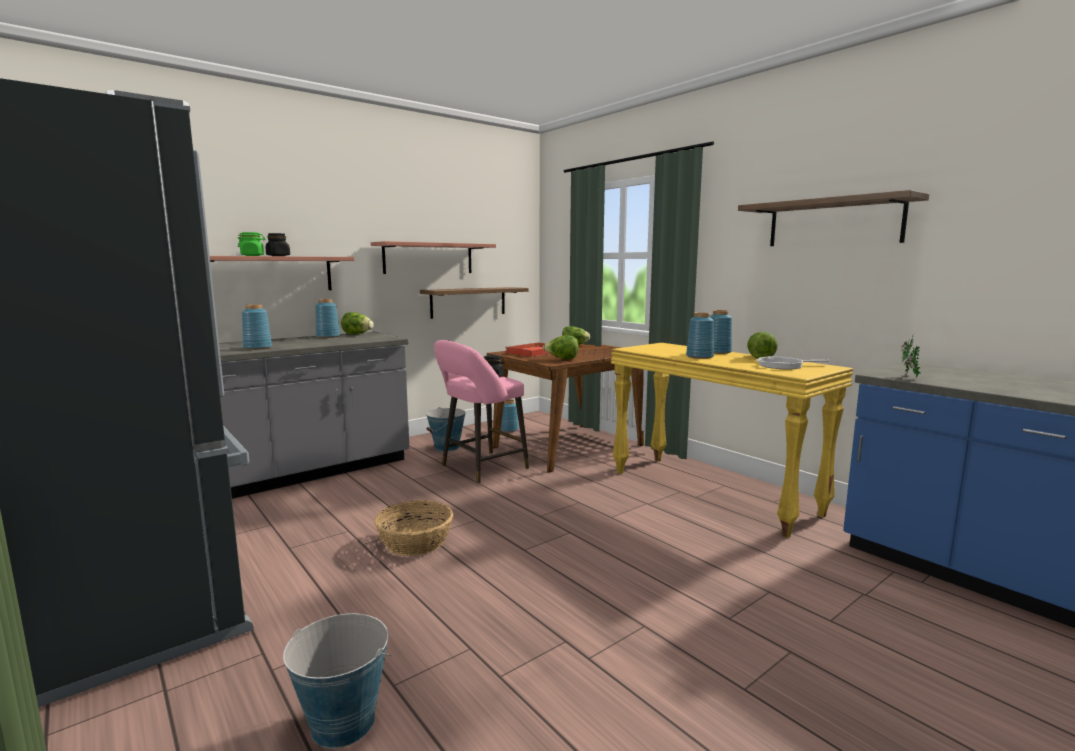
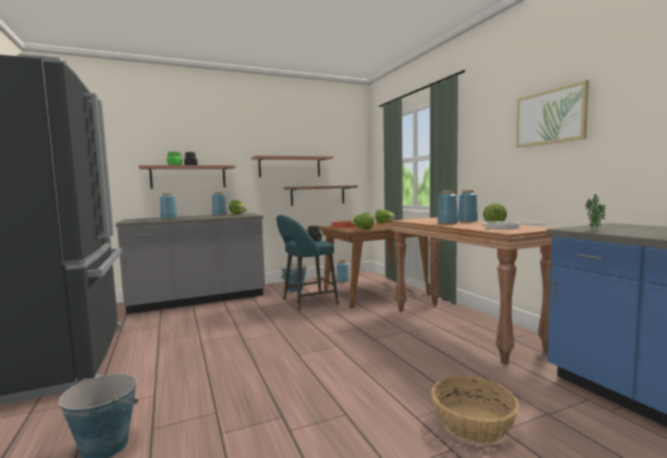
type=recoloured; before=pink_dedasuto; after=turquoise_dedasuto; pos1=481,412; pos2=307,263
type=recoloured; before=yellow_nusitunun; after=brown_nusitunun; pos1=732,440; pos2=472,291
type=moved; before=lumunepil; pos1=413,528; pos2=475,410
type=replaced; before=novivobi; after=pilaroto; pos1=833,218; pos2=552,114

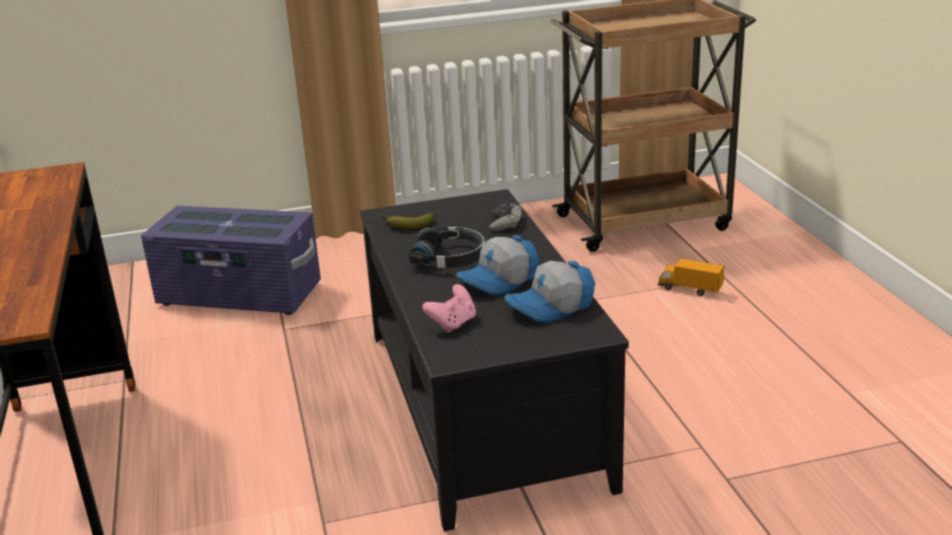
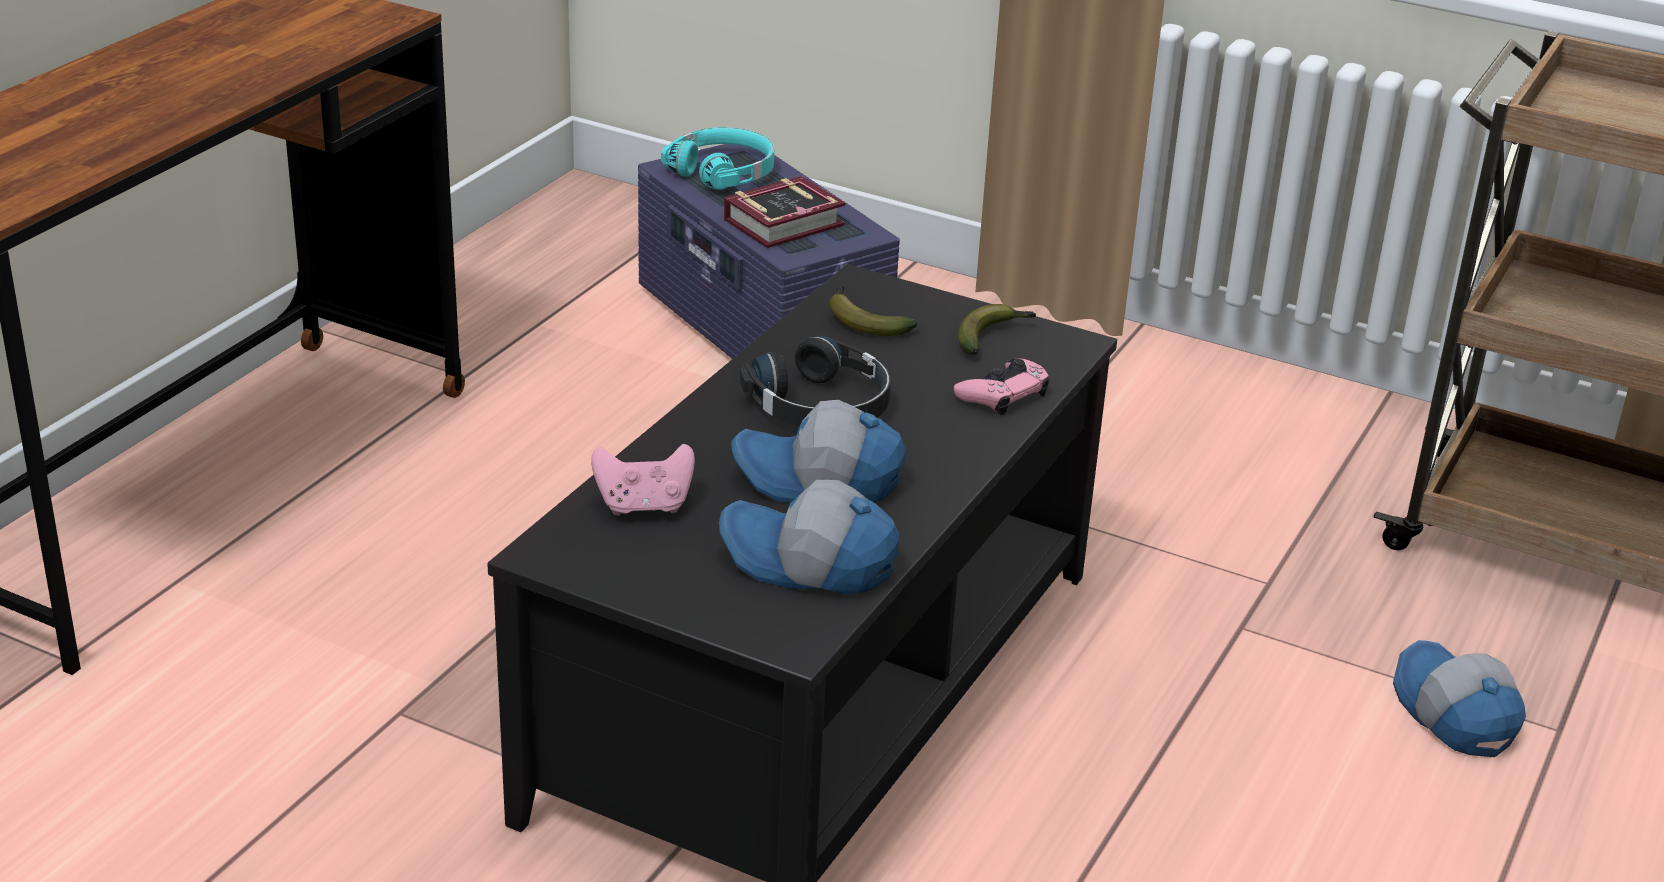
type=added; after=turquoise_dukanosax; pos2=717,158
type=added; after=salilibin; pos2=785,212
type=recoloured; before=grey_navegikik; after=pink_navegikik; pos1=505,217; pos2=1002,386
type=added; after=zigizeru; pos2=997,329
type=replaced; before=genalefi; after=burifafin; pos1=691,277; pos2=1459,698

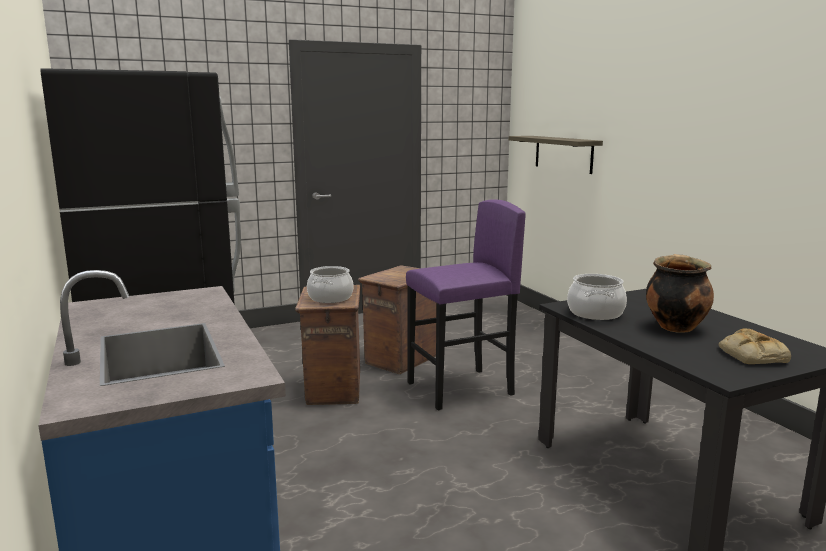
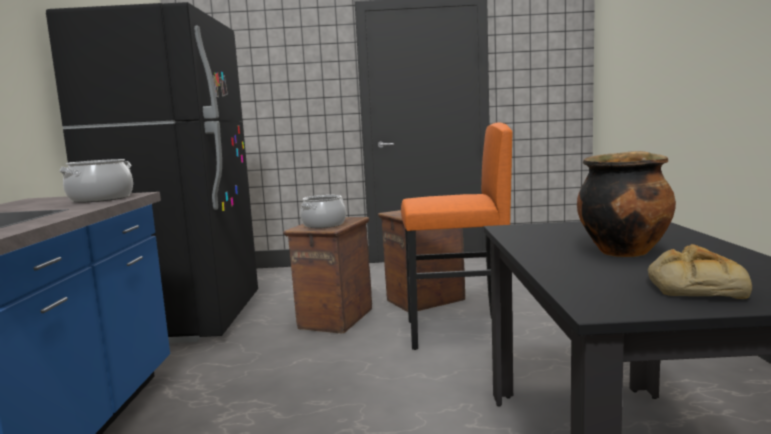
type=moved; before=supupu; pos1=597,297; pos2=96,180
type=recoloured; before=purple_dedasuto; after=orange_dedasuto; pos1=466,304; pos2=456,236
type=removed; before=novivobi; pos1=556,155

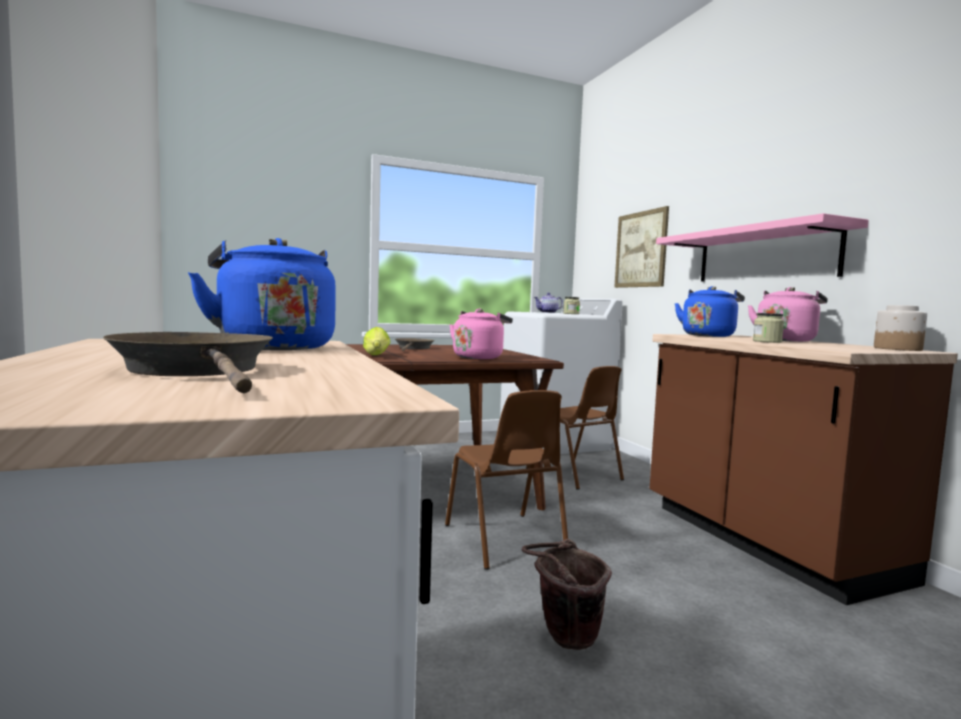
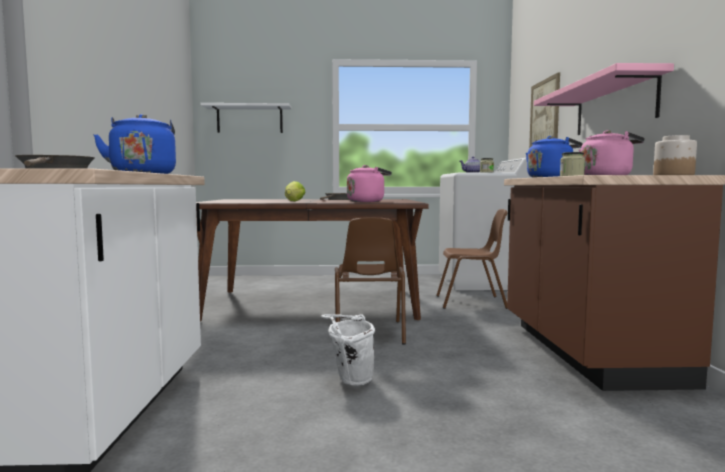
type=added; after=white_novivobi; pos2=246,118
type=recoloured; before=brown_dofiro; after=white_dofiro; pos1=566,594; pos2=348,349
type=turned; before=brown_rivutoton; pos1=575,428; pos2=472,259; turn=-75

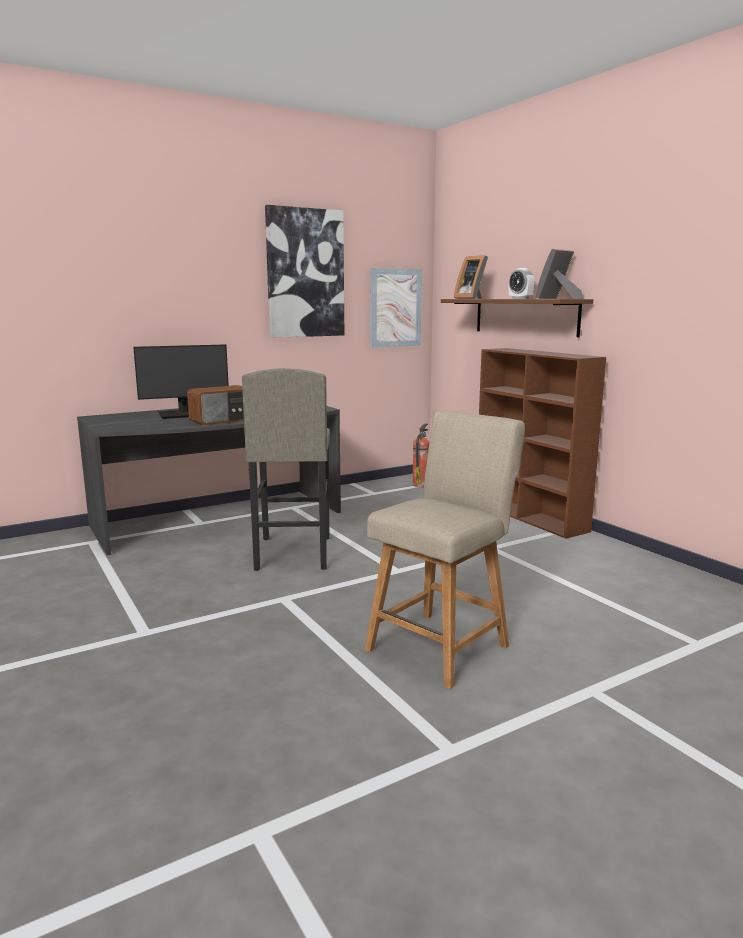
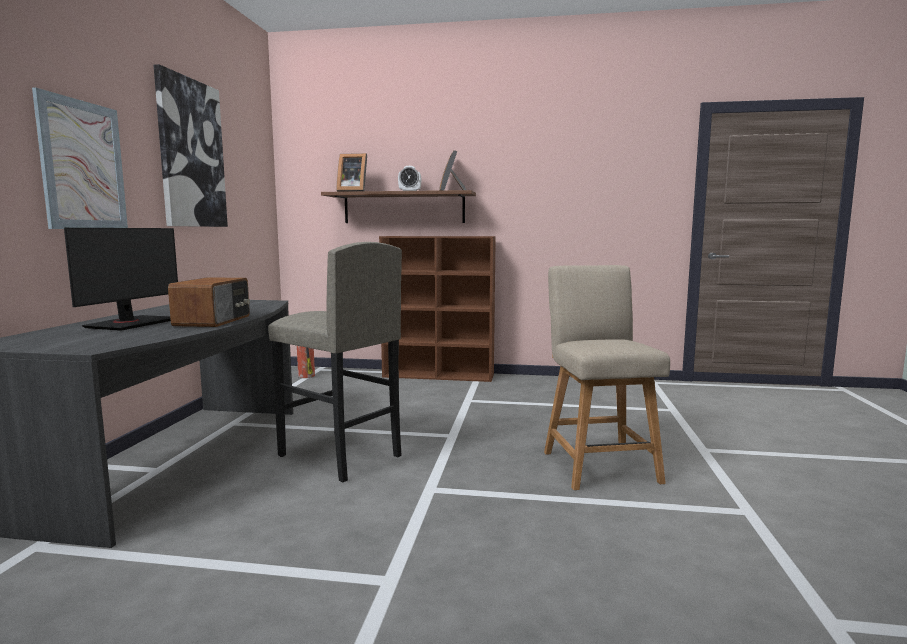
type=moved; before=pilaroto; pos1=396,308; pos2=80,158

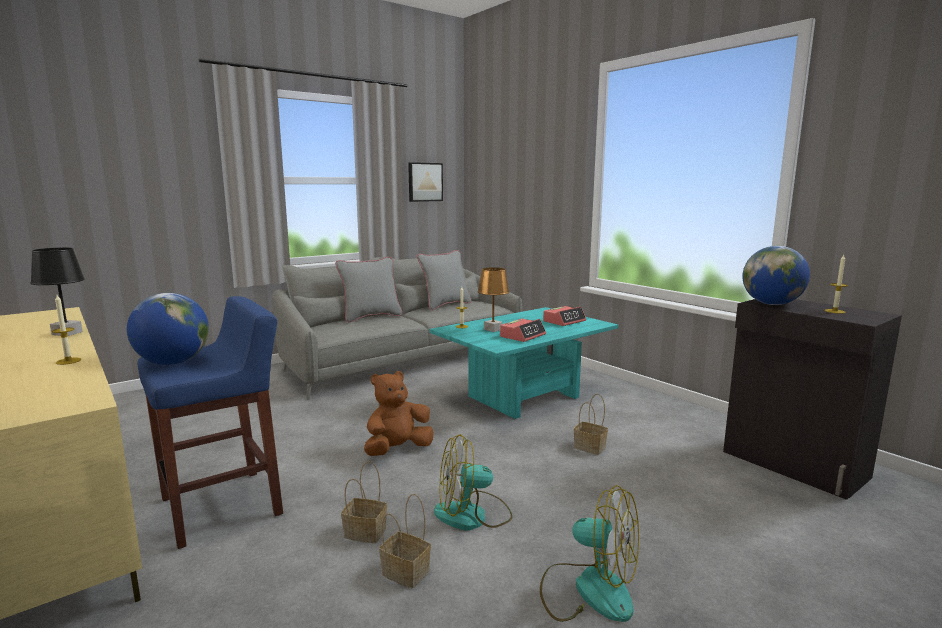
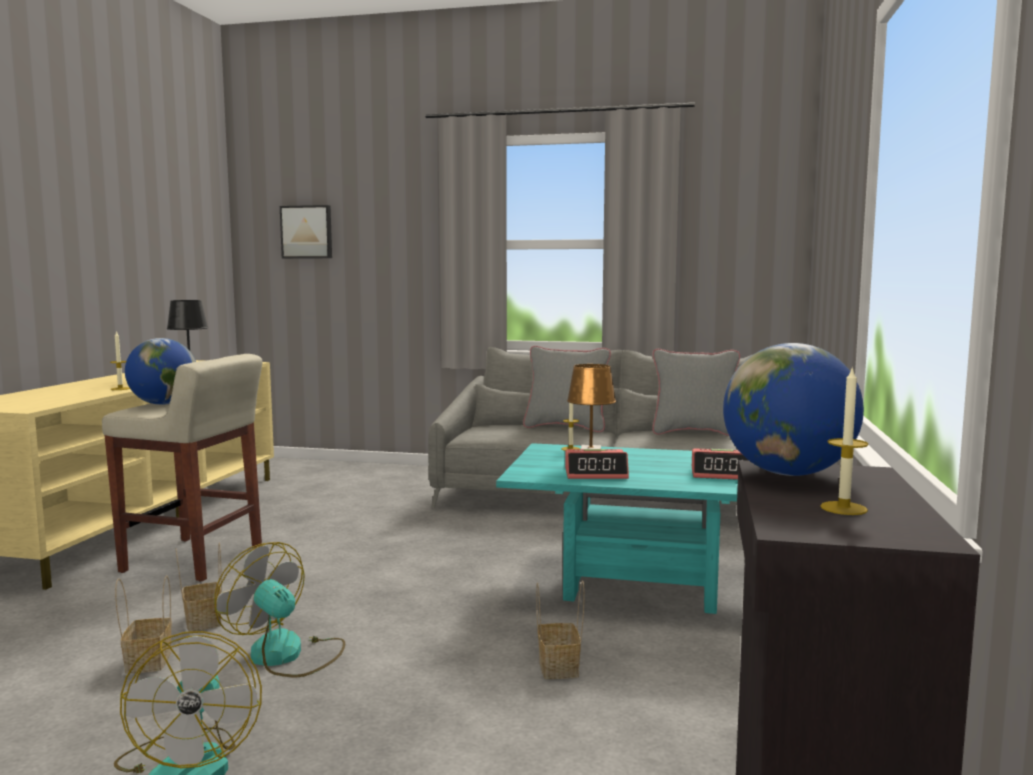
type=recoloured; before=blue_dedasuto; after=beige_dedasuto; pos1=210,422; pos2=182,467
type=moved; before=pilaroto; pos1=425,182; pos2=306,232
type=removed; before=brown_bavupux; pos1=398,413

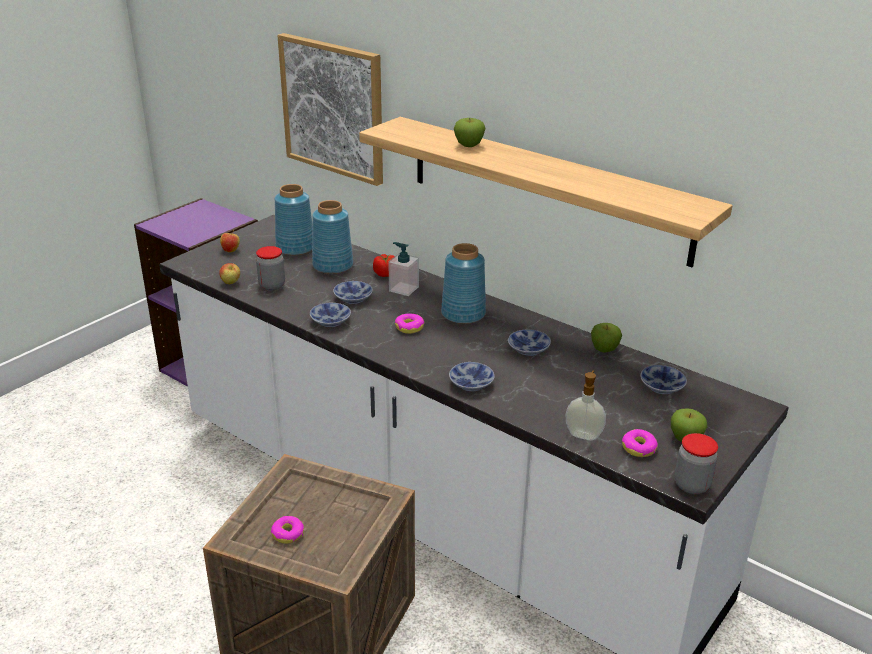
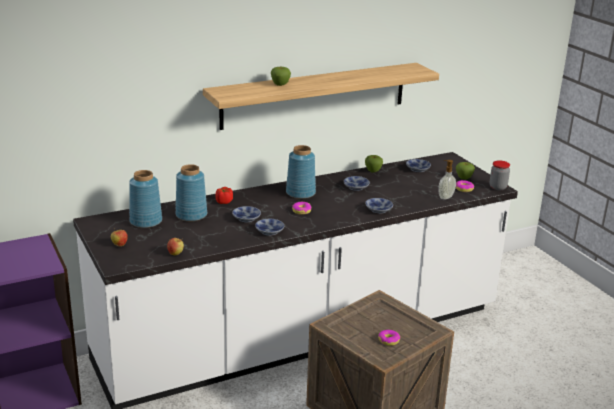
type=removed; before=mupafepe; pos1=270,268
type=removed; before=pilaroto; pos1=330,109
type=removed; before=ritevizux; pos1=403,269

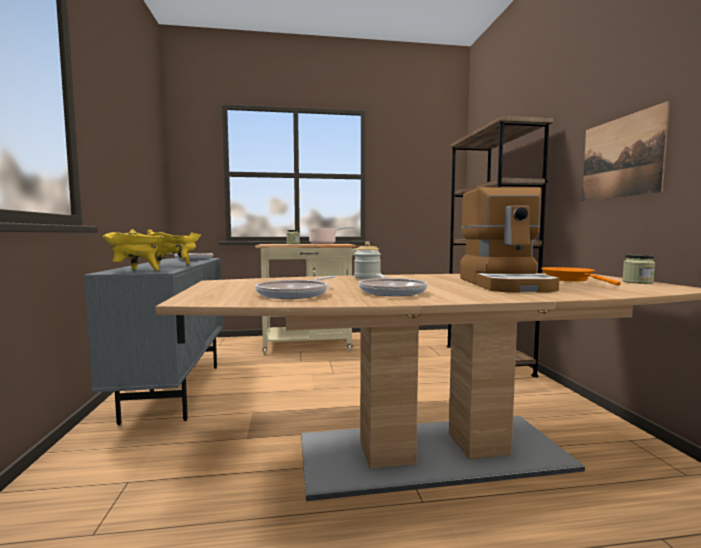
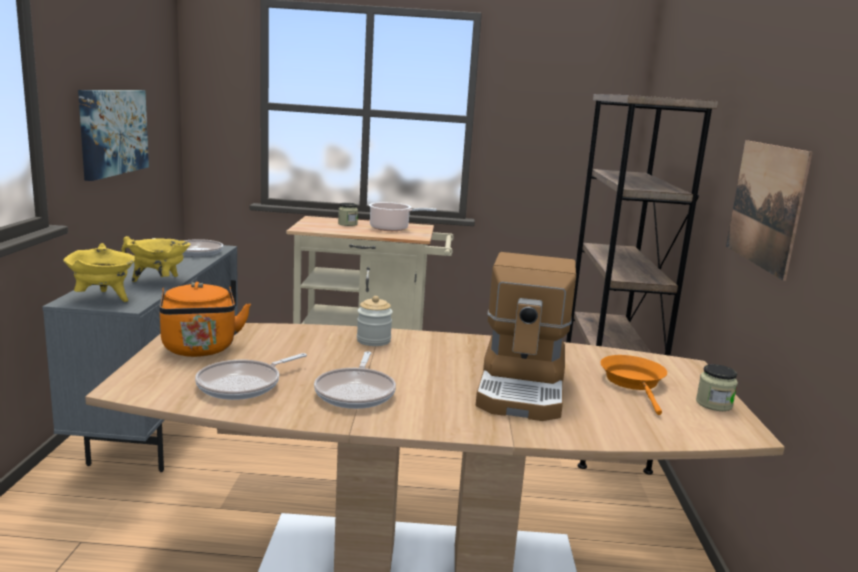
type=added; after=pilaroto; pos2=113,135
type=added; after=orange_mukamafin; pos2=205,319

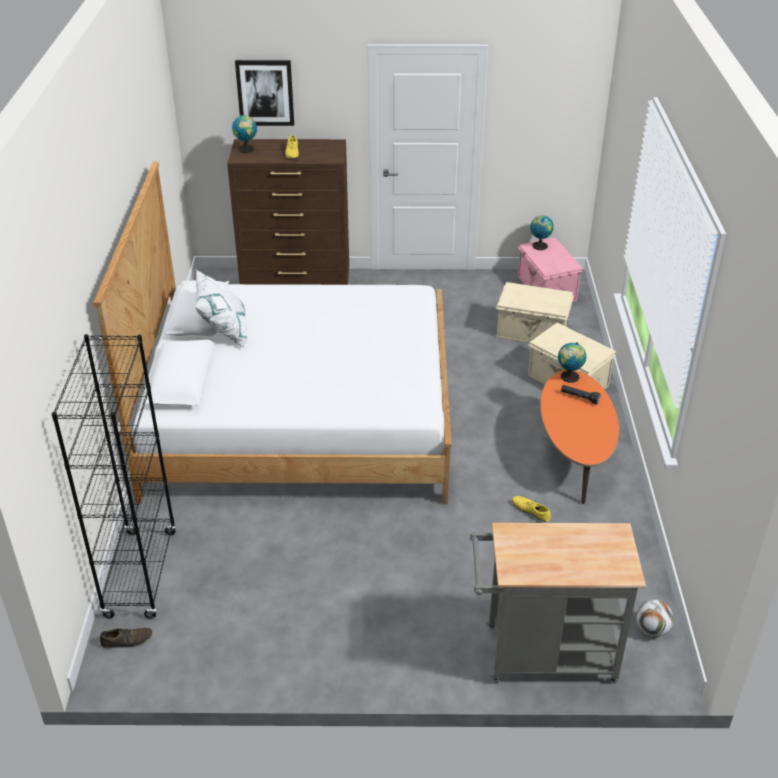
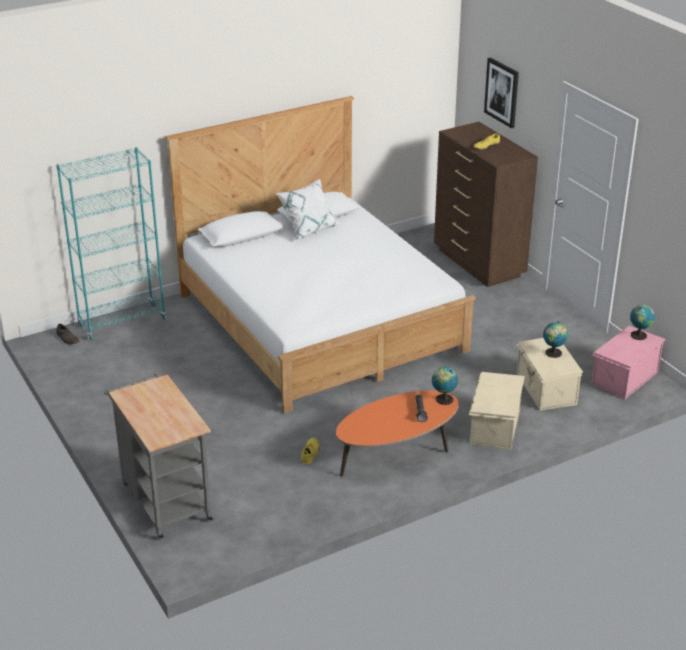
type=recoloured; before=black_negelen; after=turquoise_negelen; pos1=114,476; pos2=111,243
type=moved; before=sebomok; pos1=244,133; pos2=555,339
type=removed; before=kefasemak; pos1=654,618

